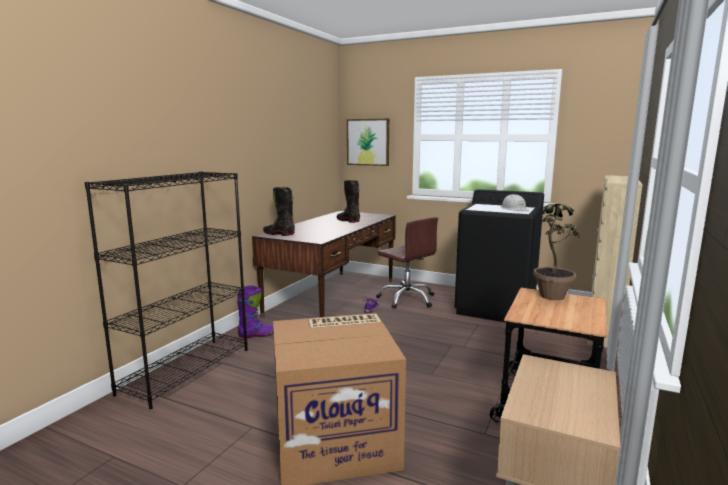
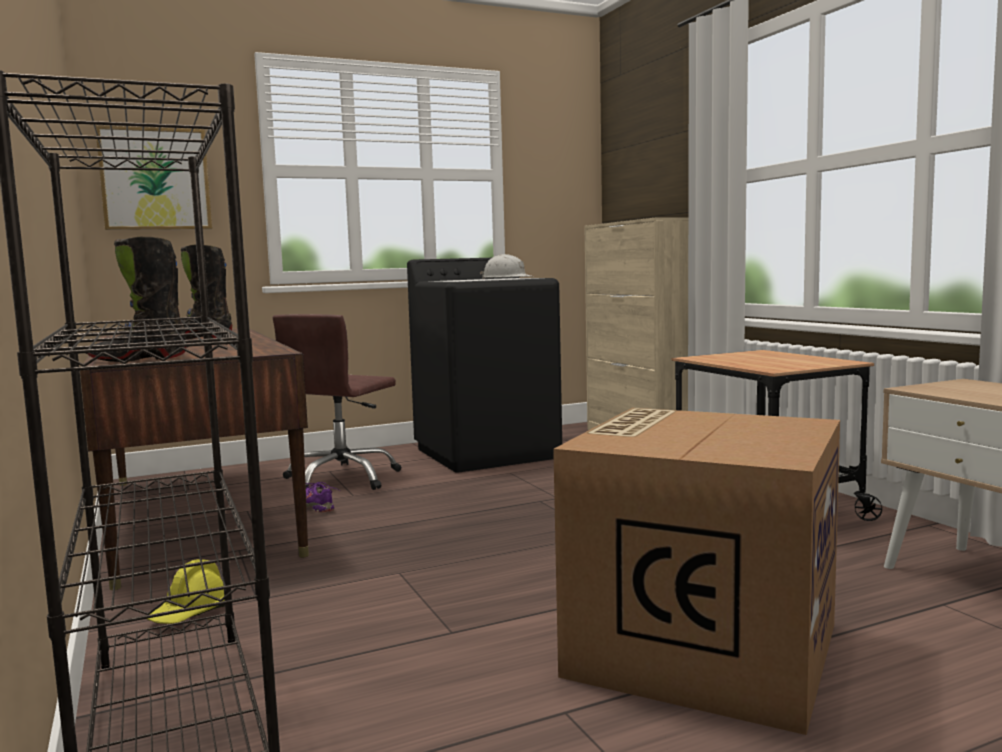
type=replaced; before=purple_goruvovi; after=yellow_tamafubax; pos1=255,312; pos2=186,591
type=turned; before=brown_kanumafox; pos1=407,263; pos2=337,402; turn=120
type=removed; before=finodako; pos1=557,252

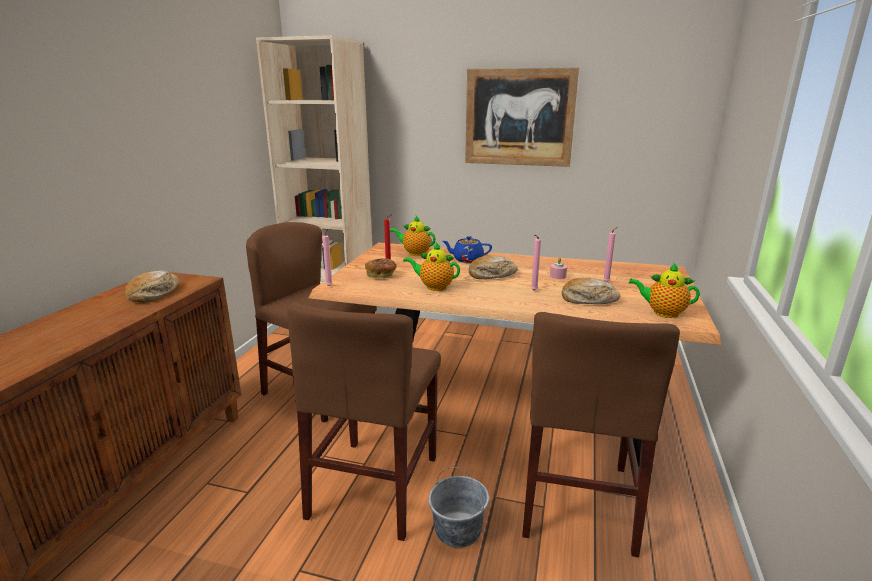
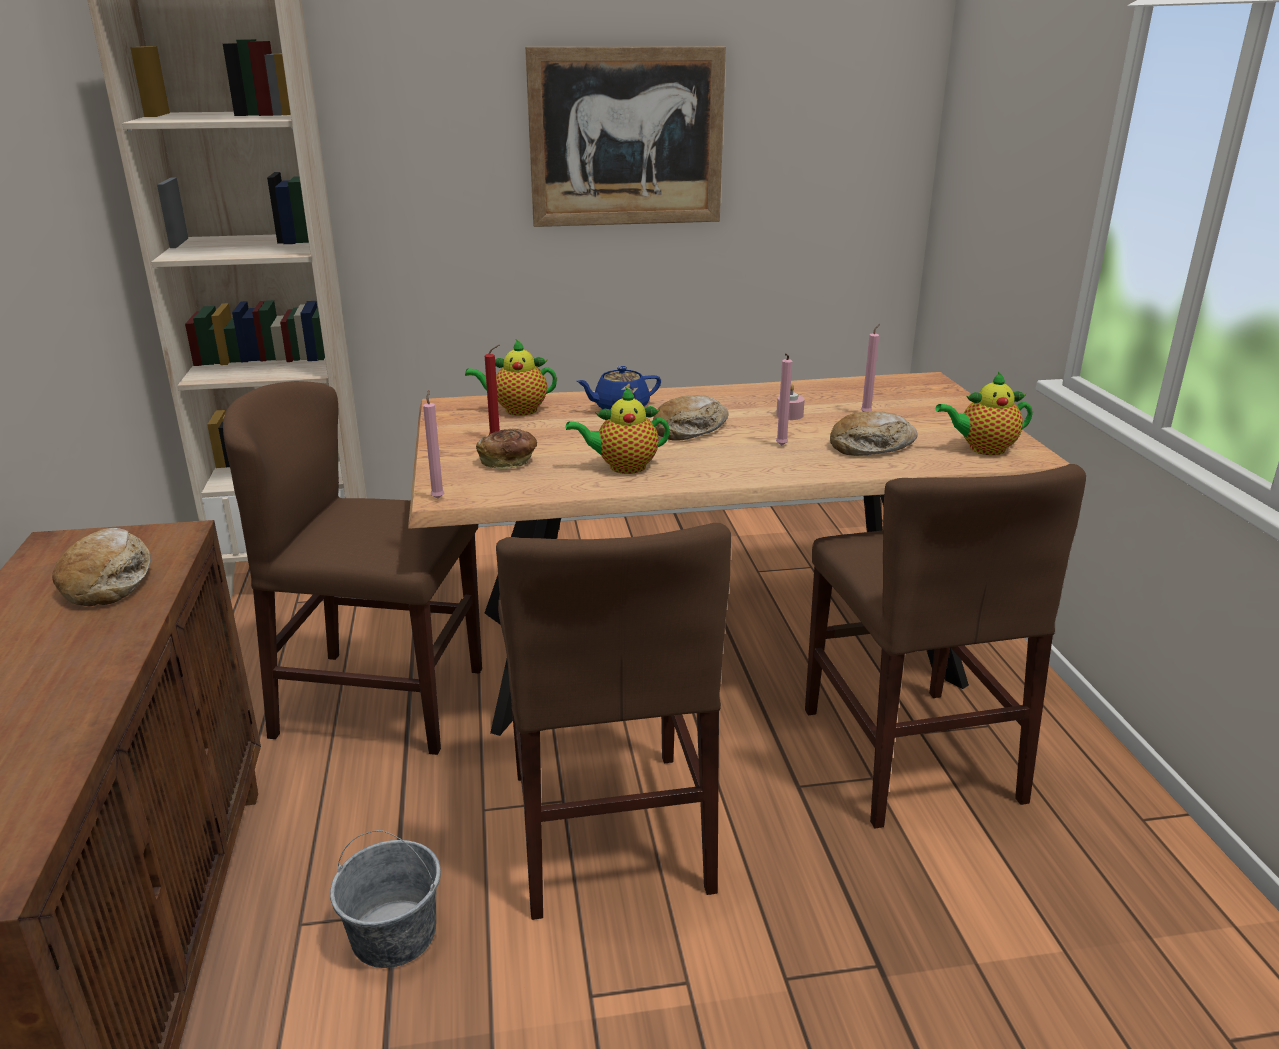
type=moved; before=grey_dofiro; pos1=459,507; pos2=385,899

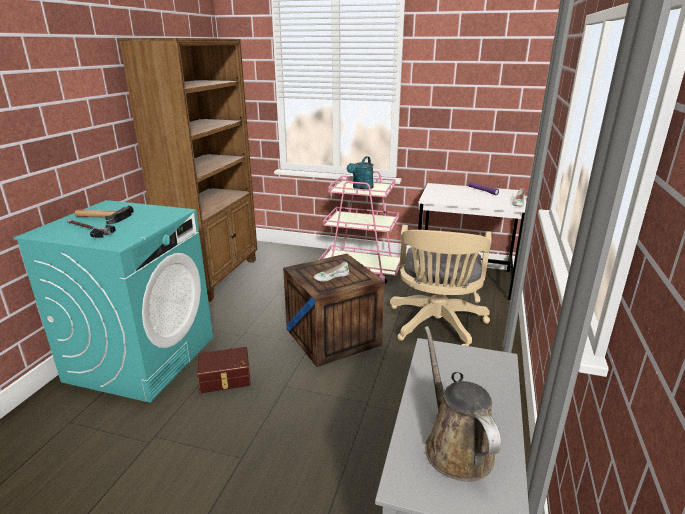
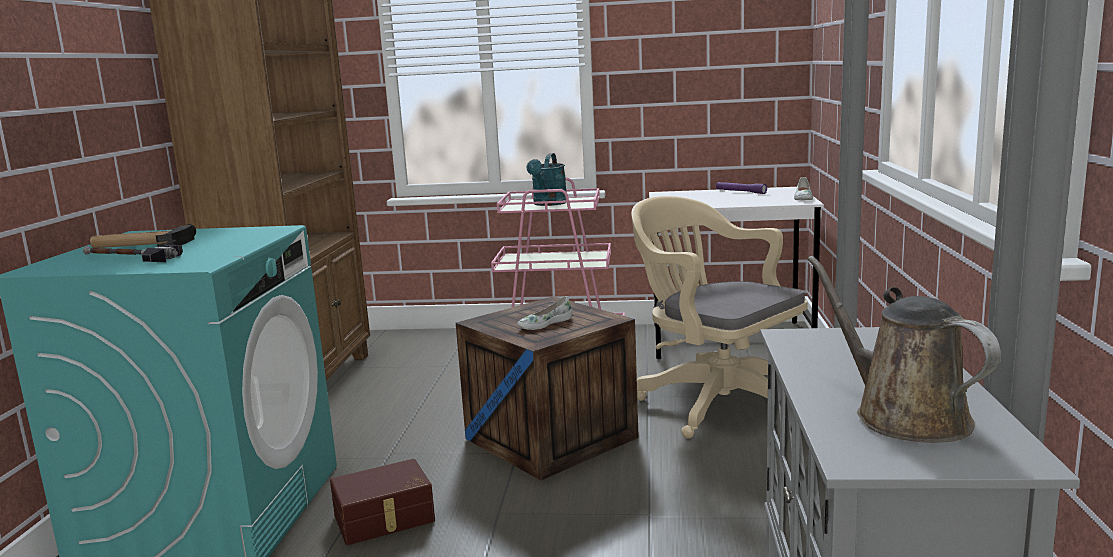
type=turned; before=beige_kanumafox; pos1=441,285; pos2=719,317; turn=135

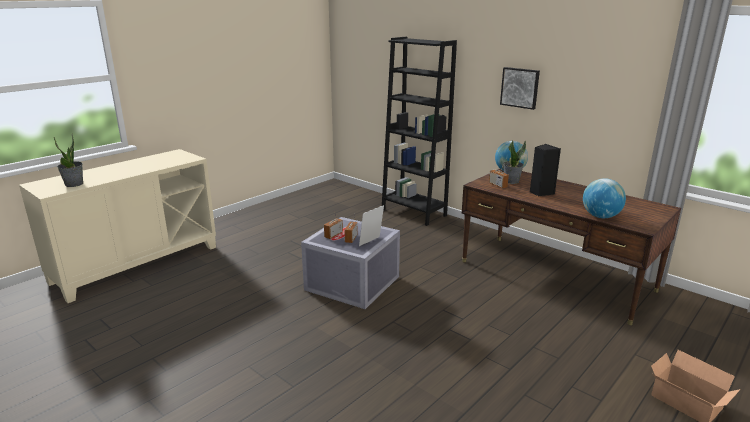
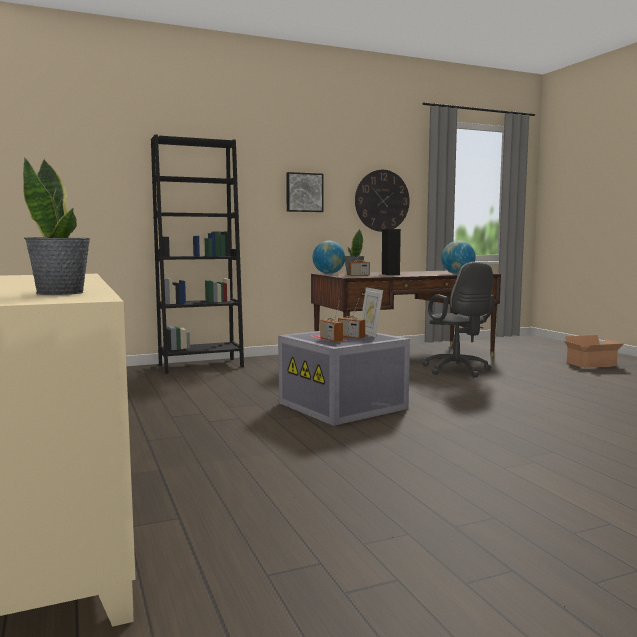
type=added; after=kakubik; pos2=382,201
type=added; after=grey_kanumafox; pos2=458,319

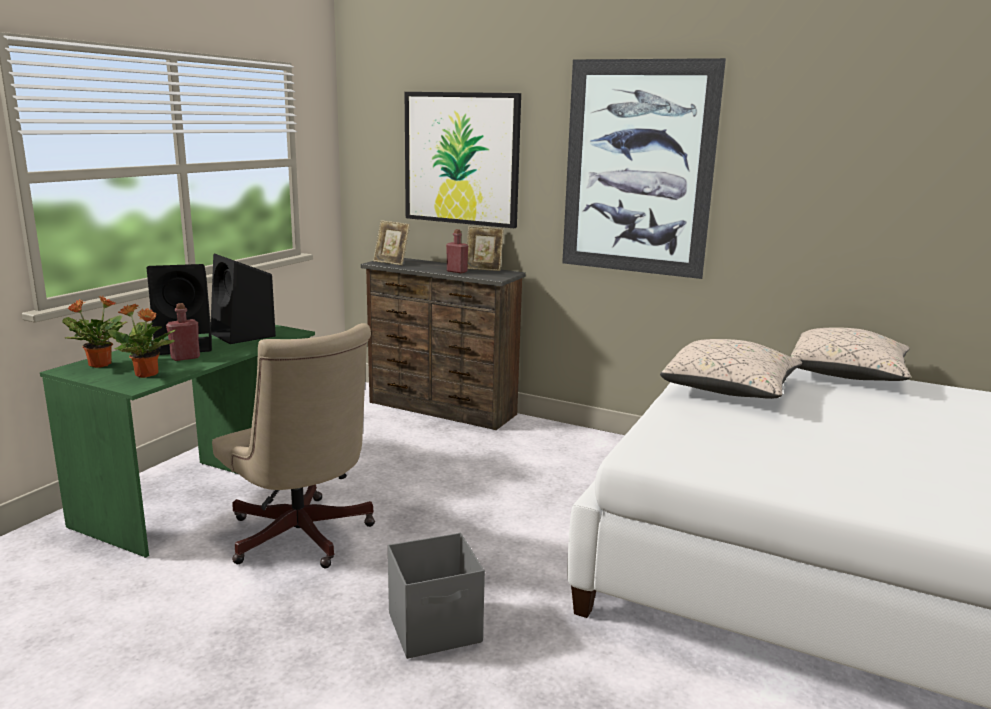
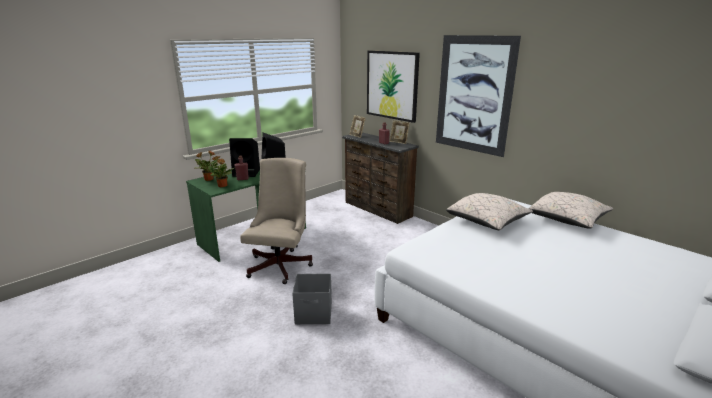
type=turned; before=beige_kanumafox; pos1=293,445; pos2=276,221; turn=-150

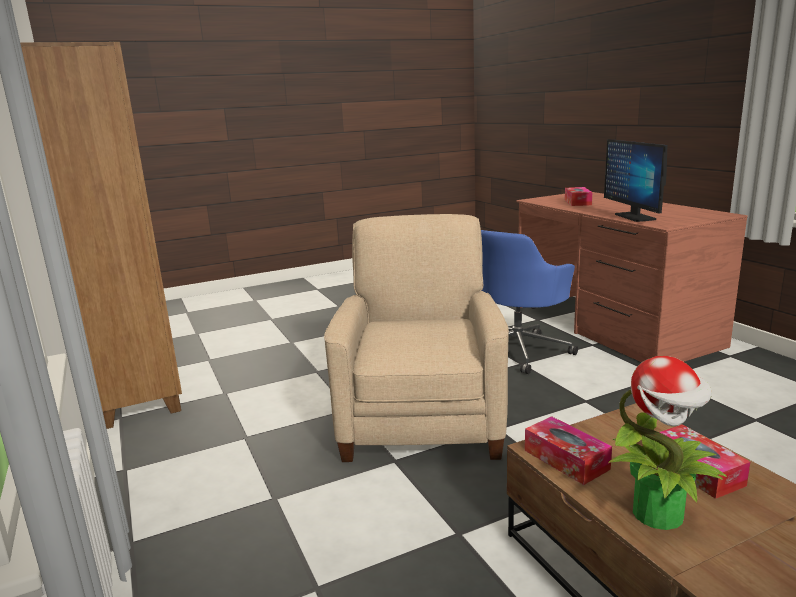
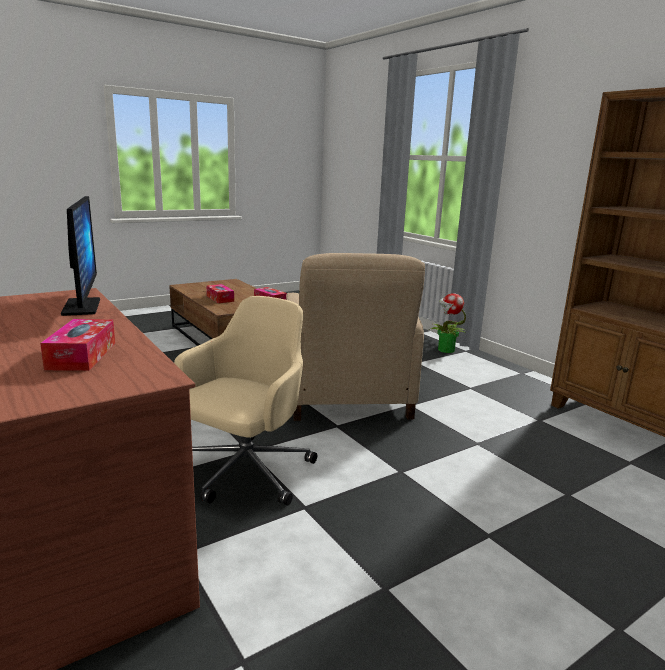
type=recoloured; before=blue_kanumafox; after=beige_kanumafox; pos1=529,302; pos2=245,400
type=moved; before=finodako; pos1=668,443; pos2=447,323

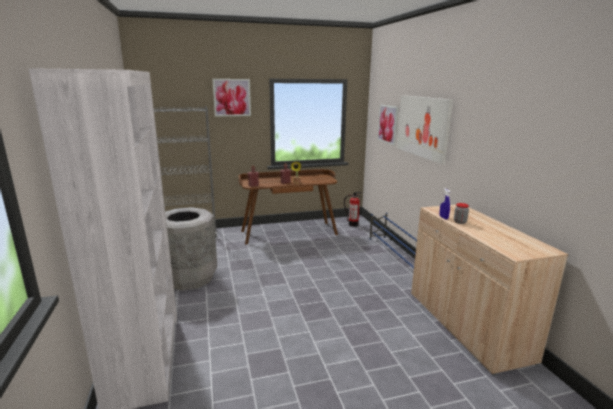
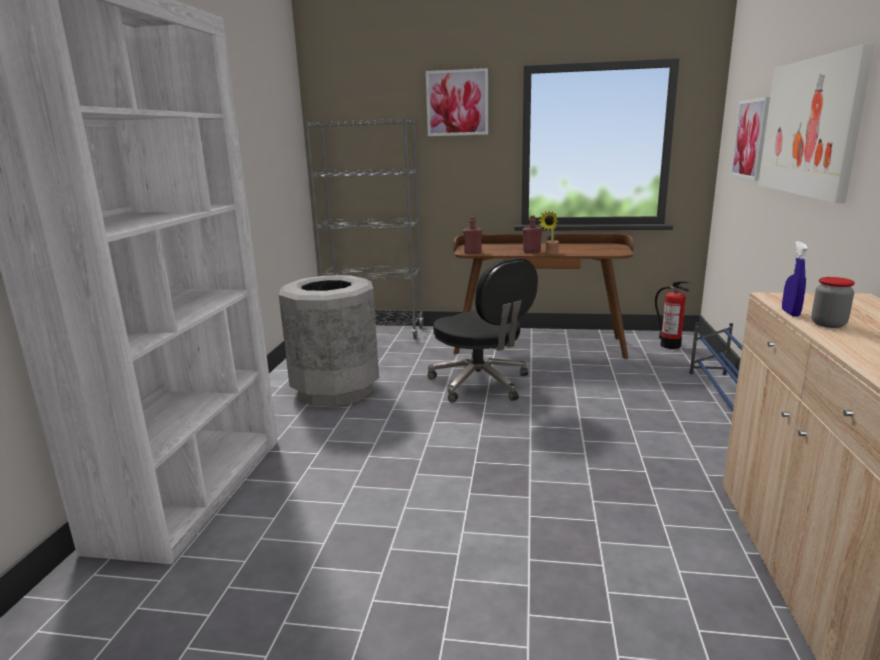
type=added; after=black_kanumafox; pos2=482,330

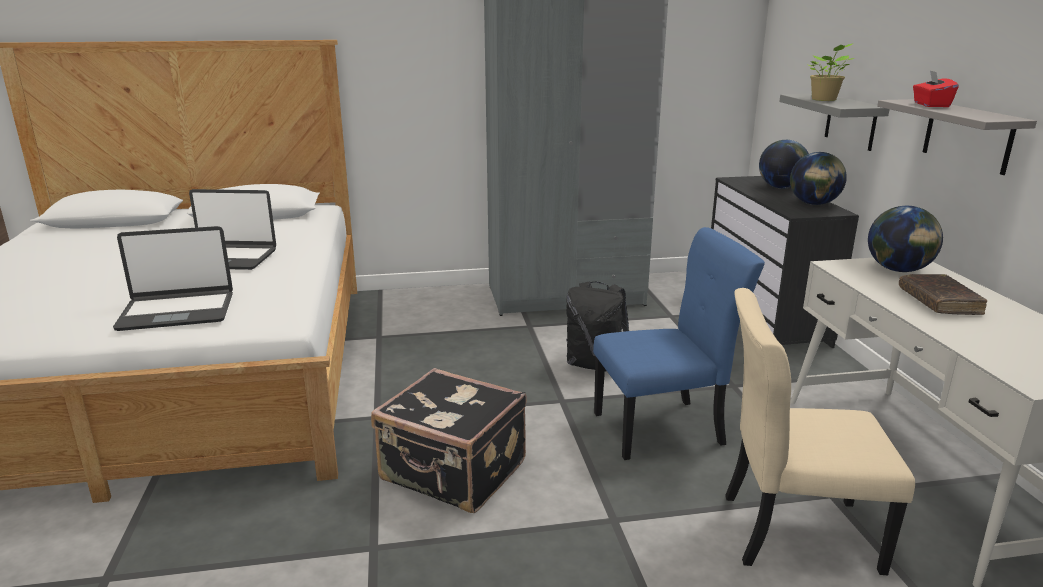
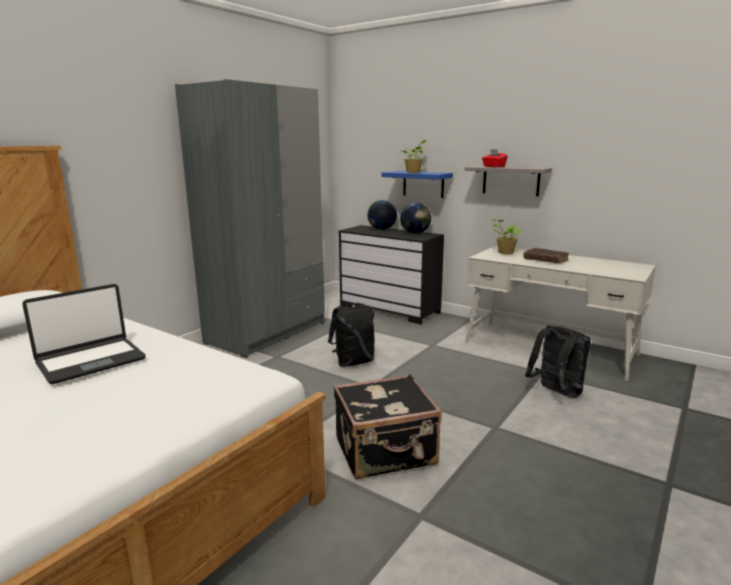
type=recoloured; before=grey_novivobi; after=blue_novivobi; pos1=834,122; pos2=417,184
type=replaced; before=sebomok; after=finodako; pos1=905,239; pos2=506,236
type=replaced; before=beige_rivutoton; after=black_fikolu; pos1=820,431; pos2=558,362
type=removed; before=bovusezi; pos1=173,278
type=removed; before=blue_rivutoton; pos1=679,343

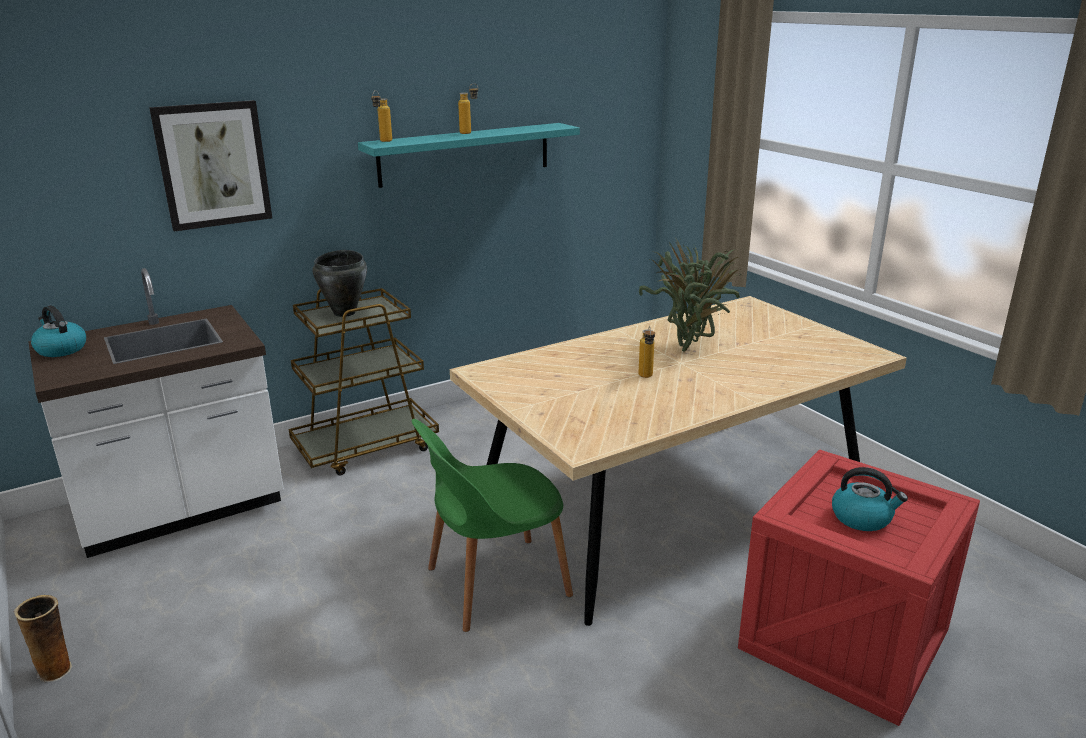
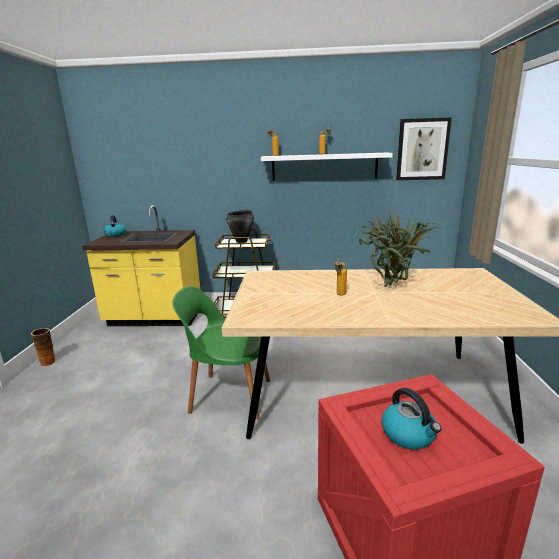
type=recoloured; before=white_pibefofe; after=yellow_pibefofe; pos1=156,413; pos2=141,265
type=recoloured; before=turquoise_novivobi; after=white_novivobi; pos1=469,155; pos2=327,167
type=moved; before=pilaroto; pos1=210,166; pos2=424,148

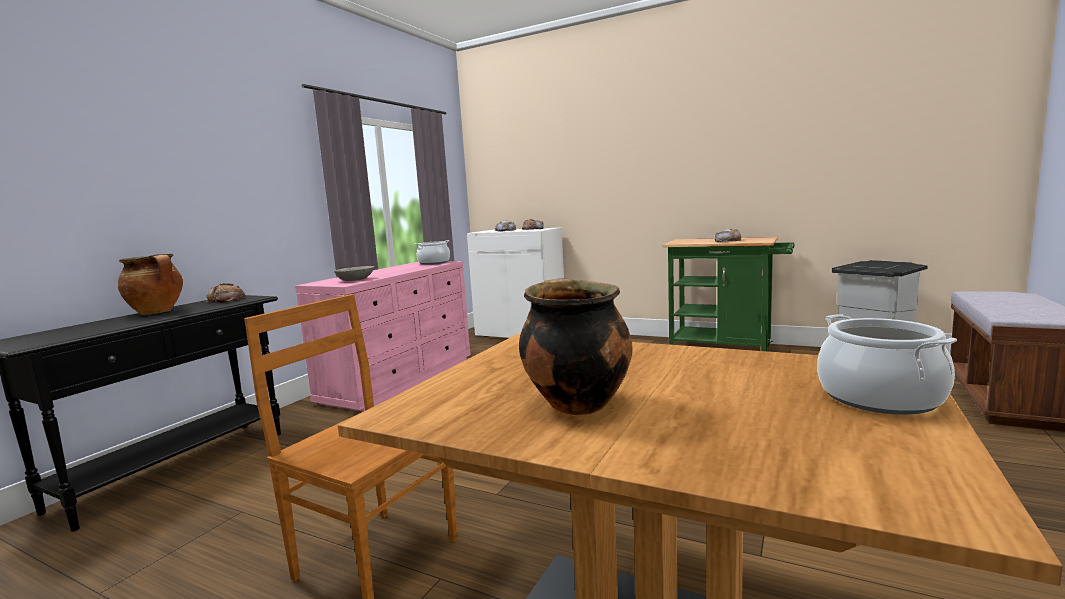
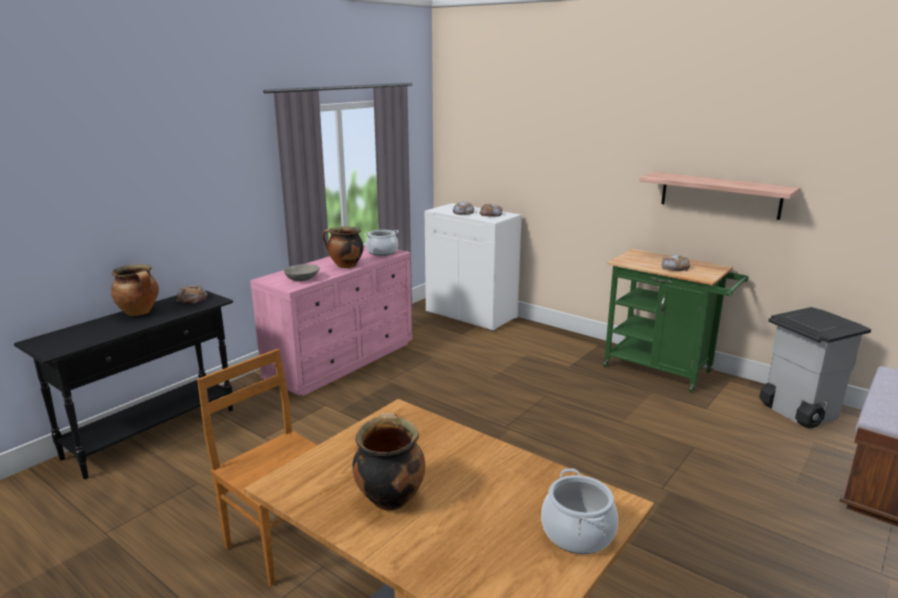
type=added; after=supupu; pos2=343,247
type=added; after=novivobi; pos2=719,196

